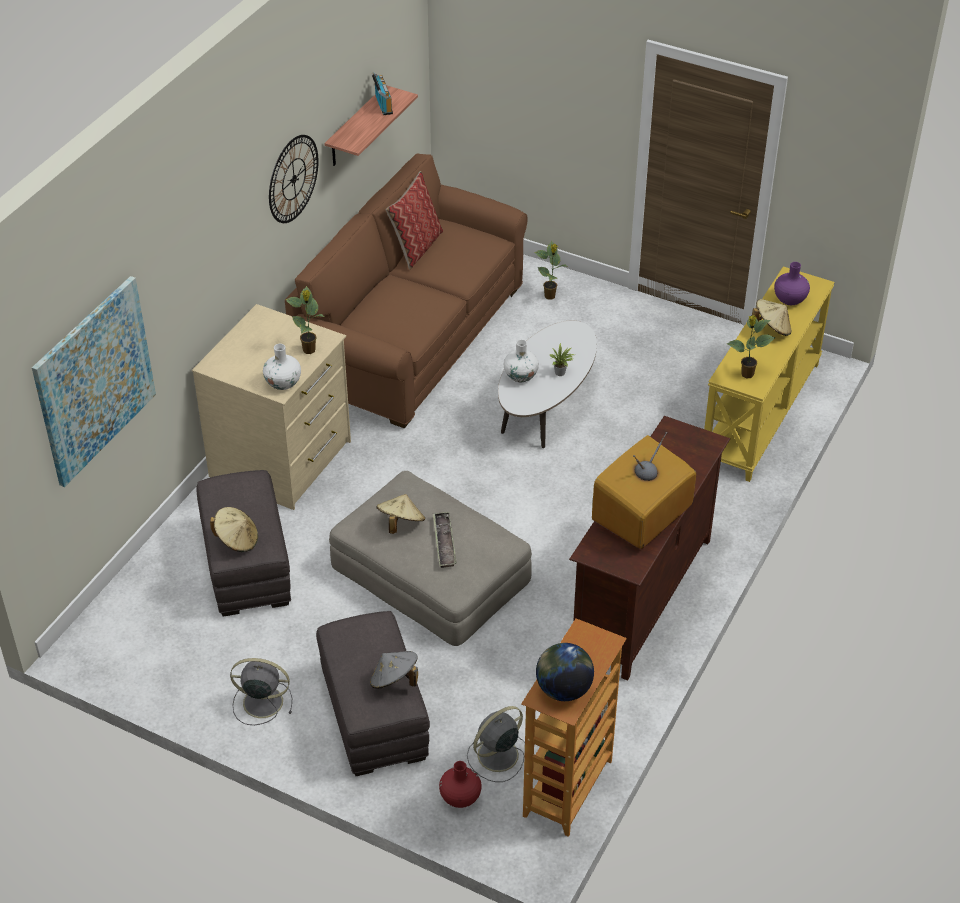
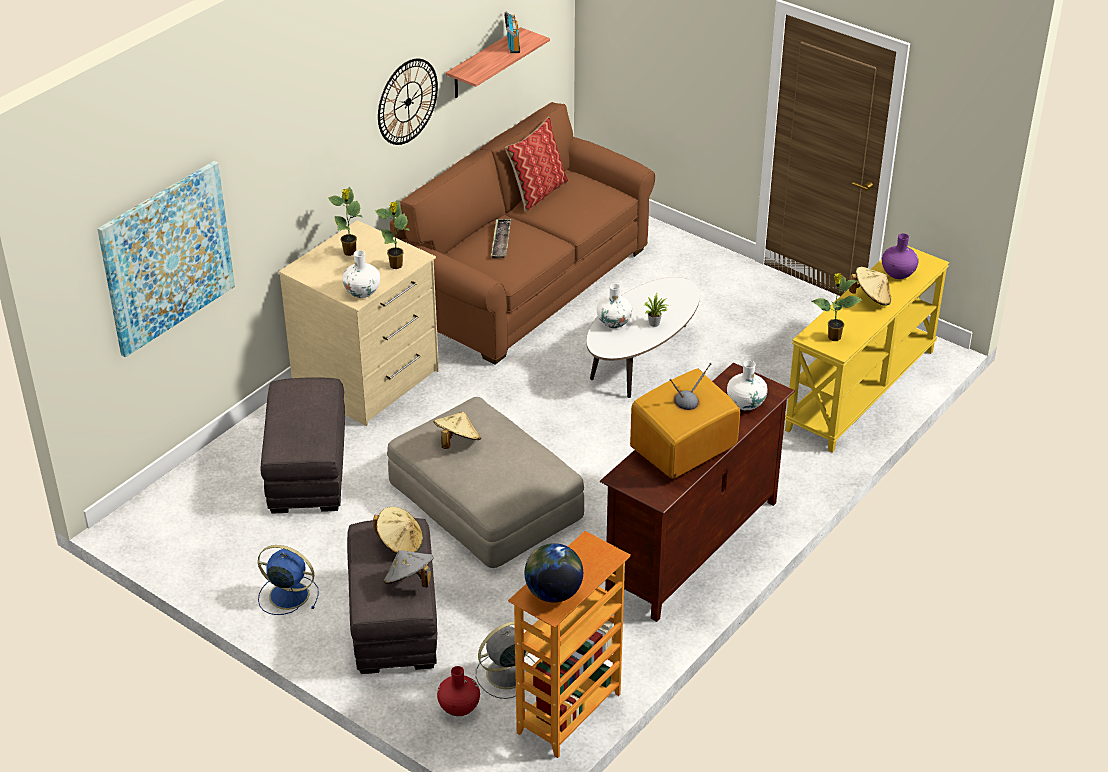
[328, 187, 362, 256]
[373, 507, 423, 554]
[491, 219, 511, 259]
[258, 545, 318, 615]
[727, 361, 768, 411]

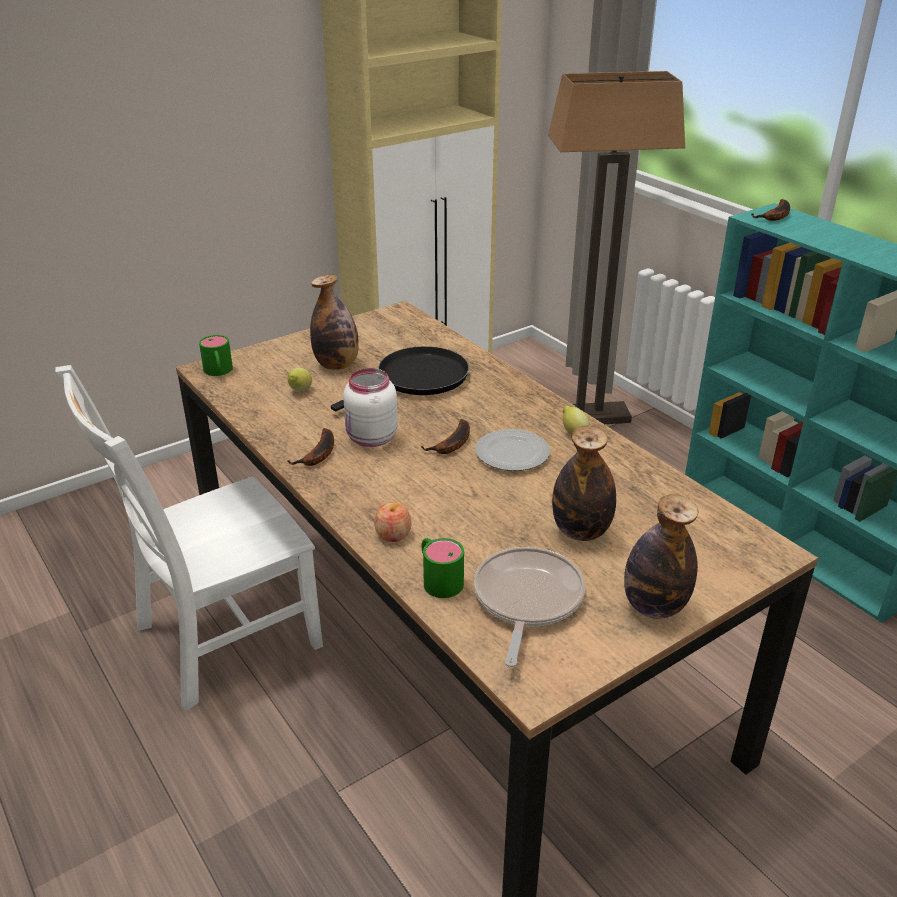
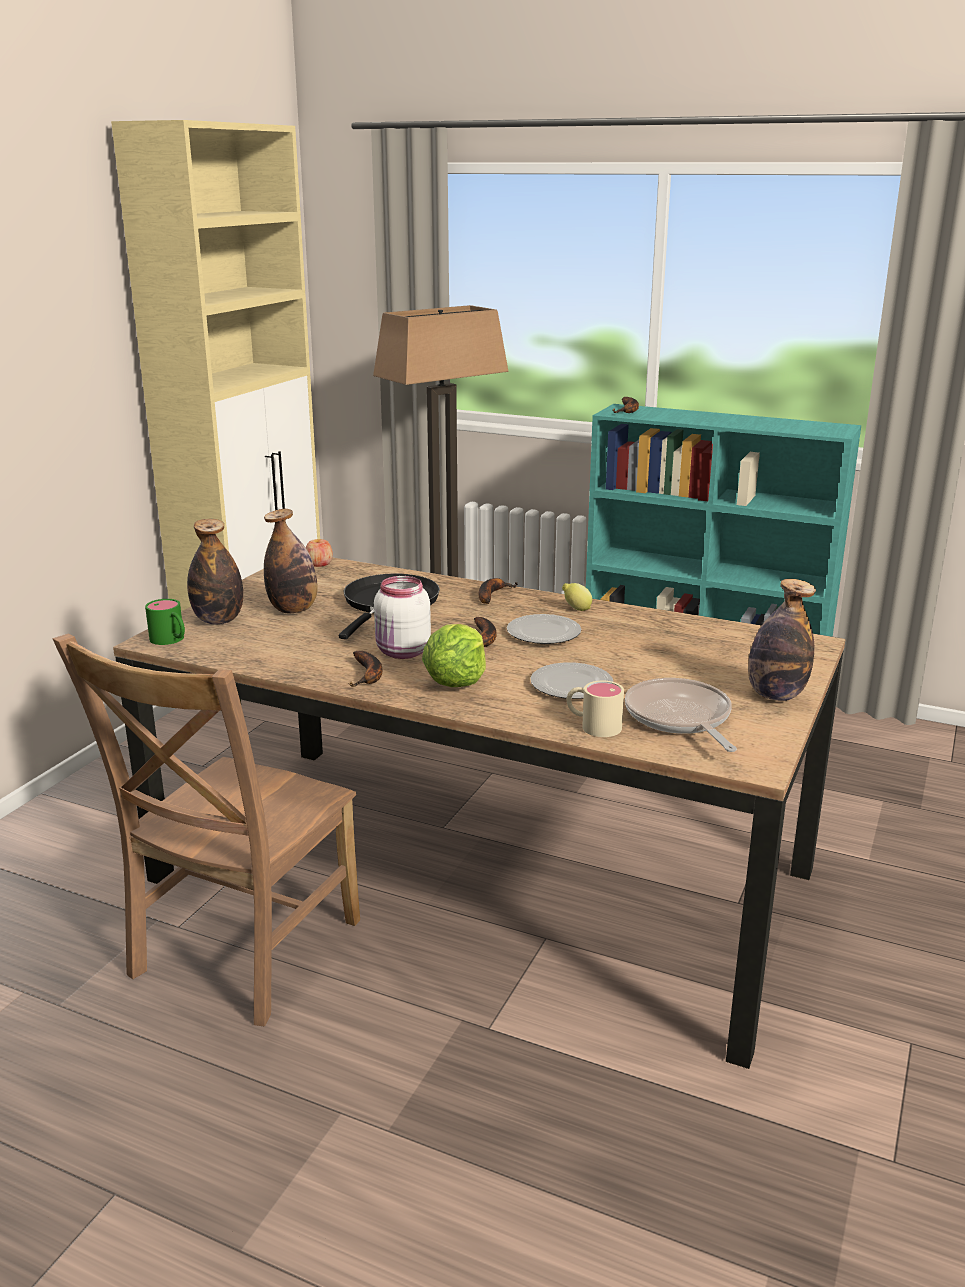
[53, 634, 360, 1026]
[287, 368, 312, 391] (first image)
[187, 519, 243, 625]
[306, 539, 333, 567]
[567, 681, 624, 737]
[479, 578, 517, 604]
[422, 624, 486, 687]
[531, 662, 614, 699]

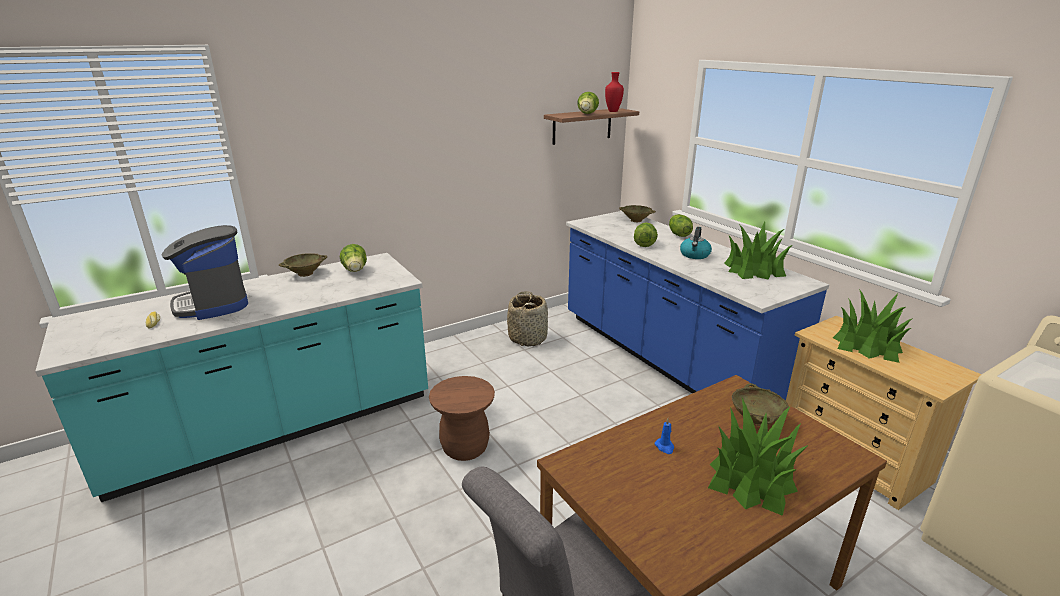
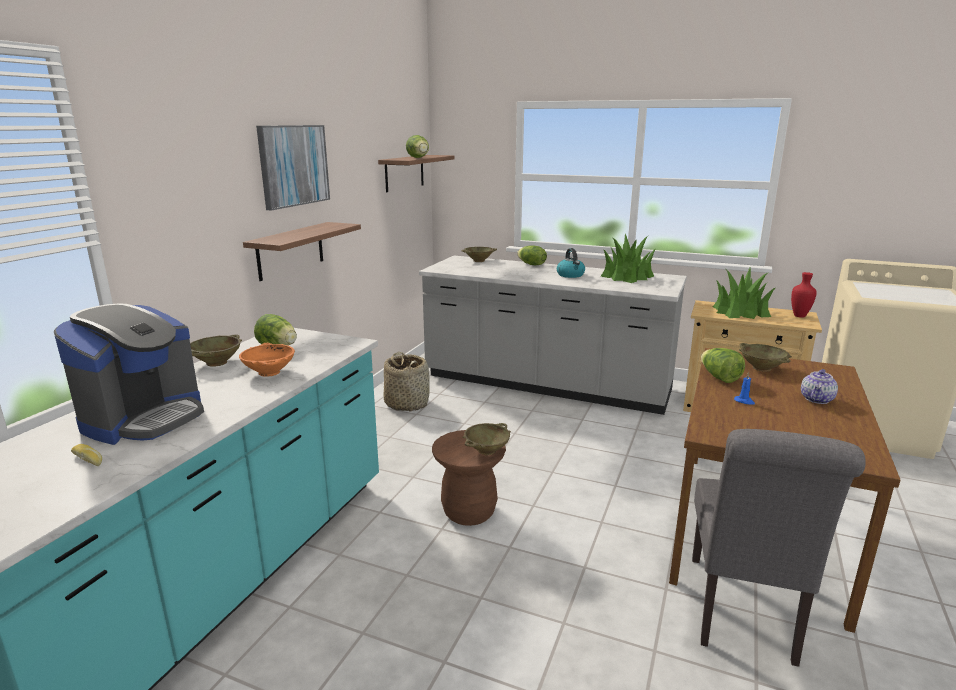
[791, 272, 817, 318]
[419, 256, 687, 415]
[701, 348, 745, 383]
[54, 303, 204, 445]
[801, 369, 838, 404]
[256, 125, 330, 210]
[243, 222, 361, 281]
[239, 343, 295, 377]
[463, 423, 511, 455]

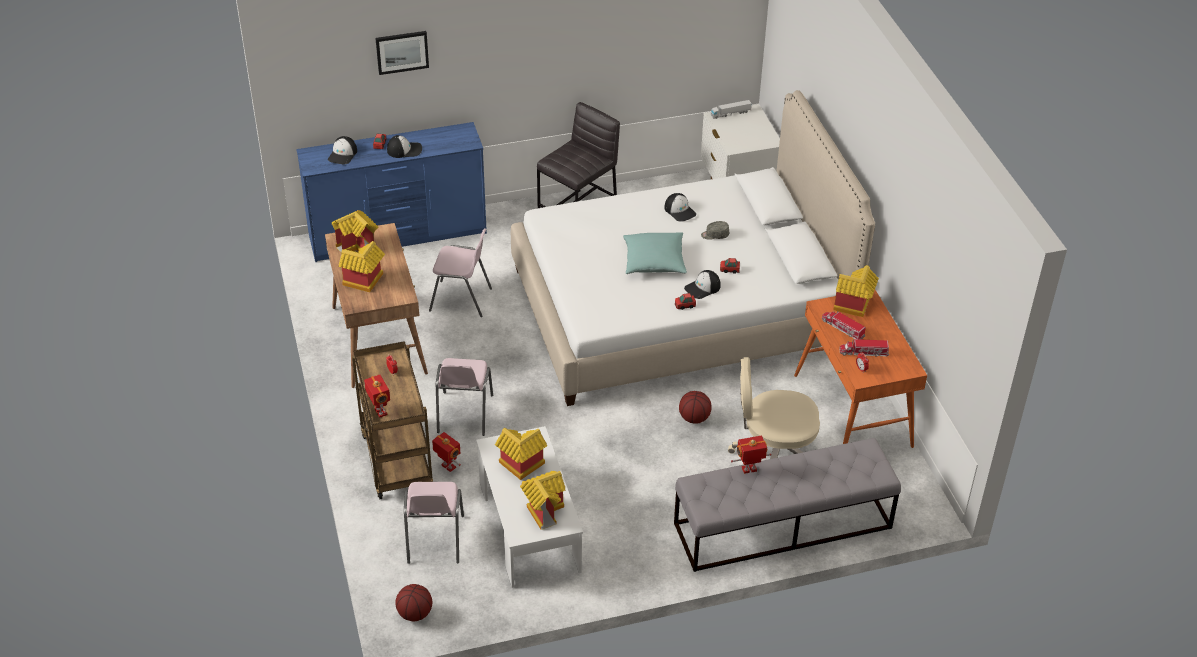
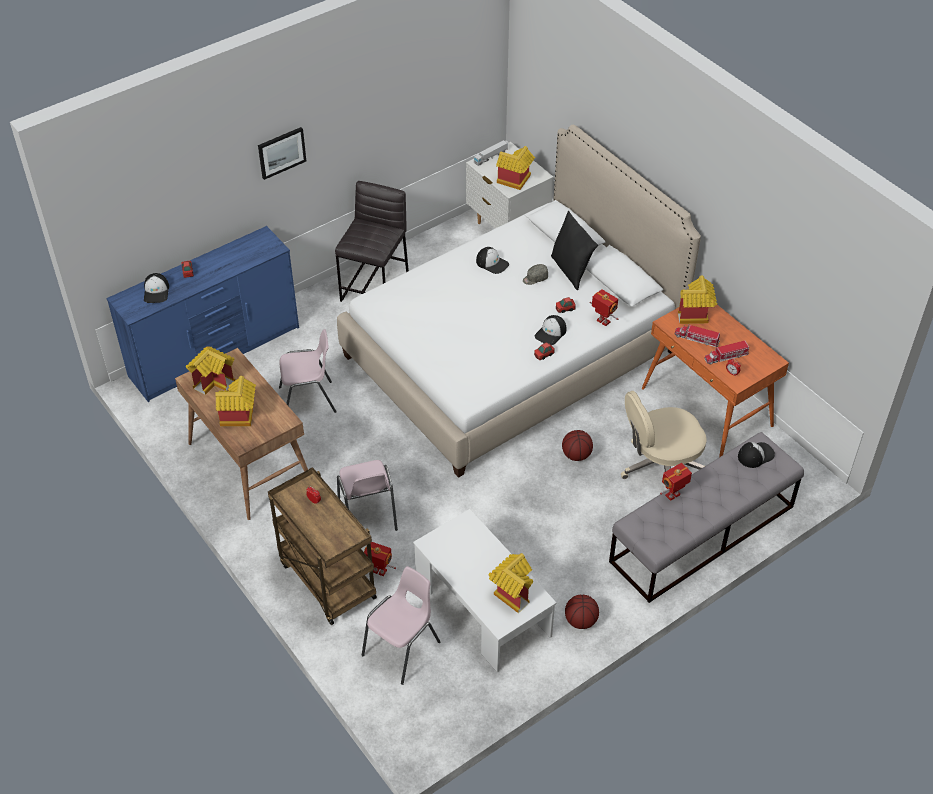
[258, 127, 306, 180]
[738, 442, 775, 468]
[623, 232, 687, 274] (first image)
[590, 289, 618, 326]
[496, 146, 535, 190]
[362, 566, 441, 685]
[565, 595, 599, 629]
[551, 210, 598, 290]

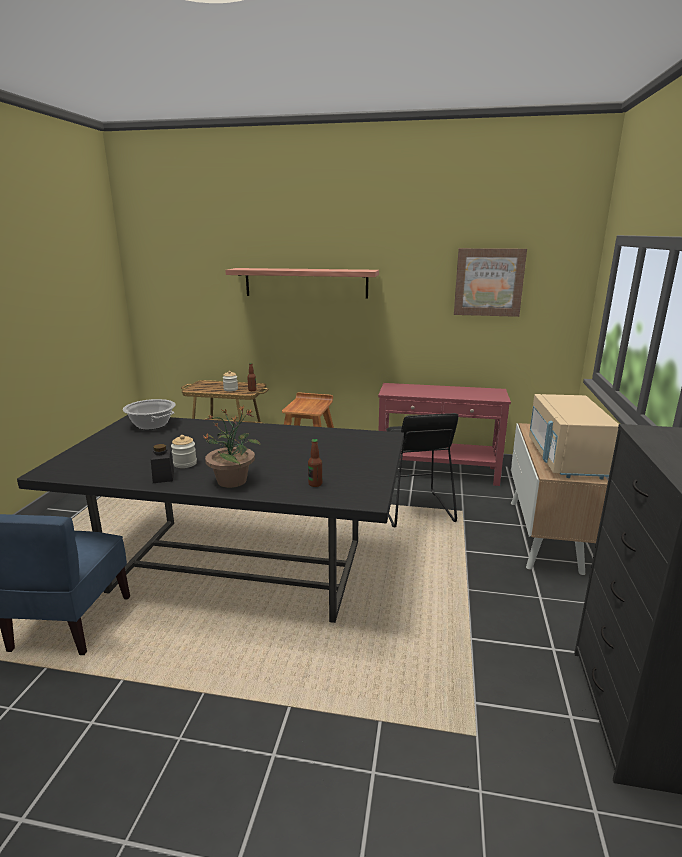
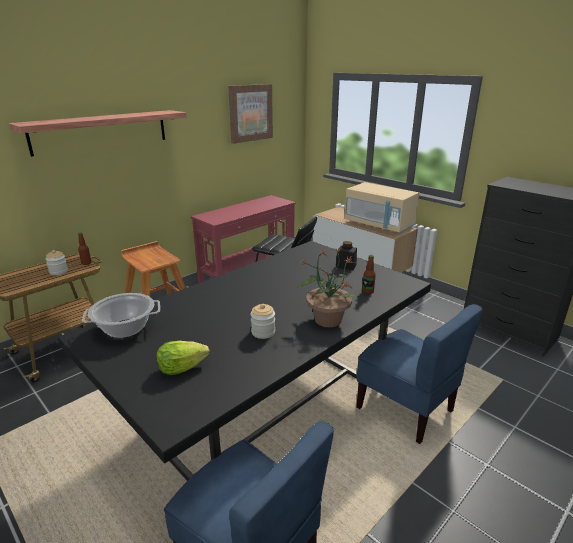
[336, 241, 357, 270]
[356, 304, 483, 444]
[157, 341, 209, 375]

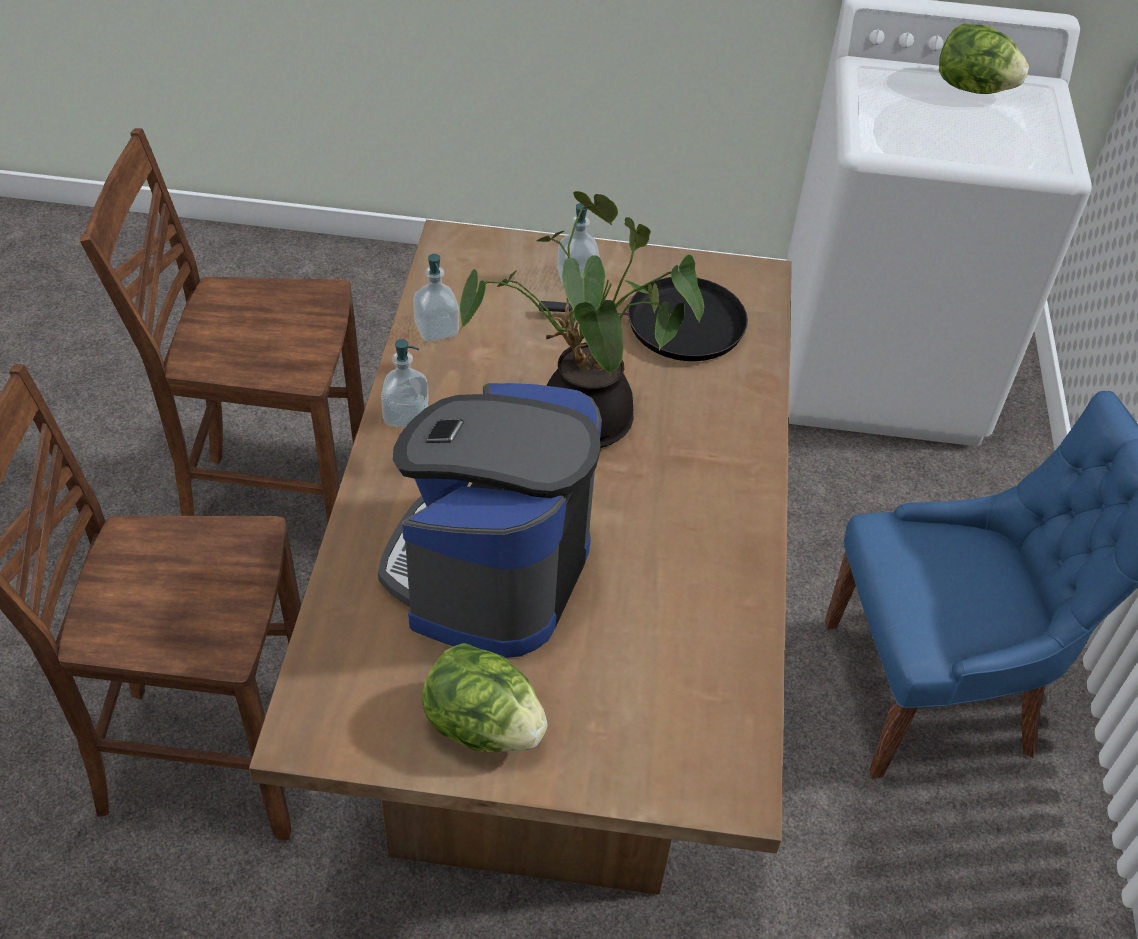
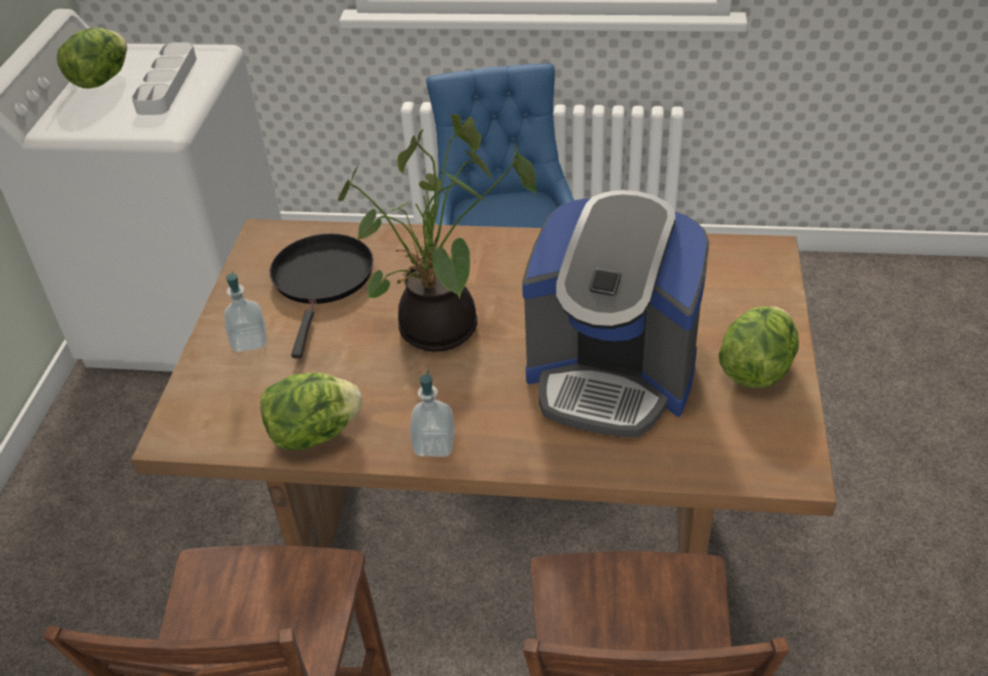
[260, 373, 363, 451]
[132, 42, 197, 115]

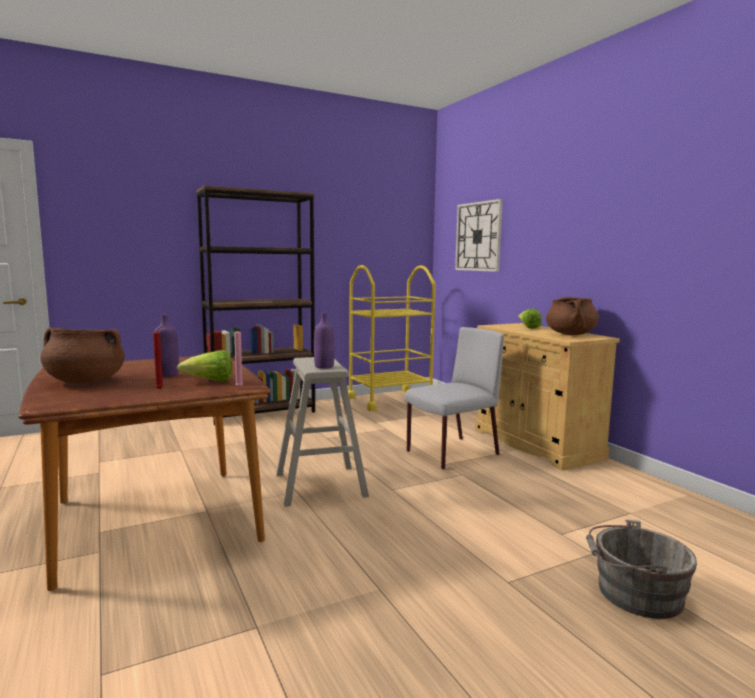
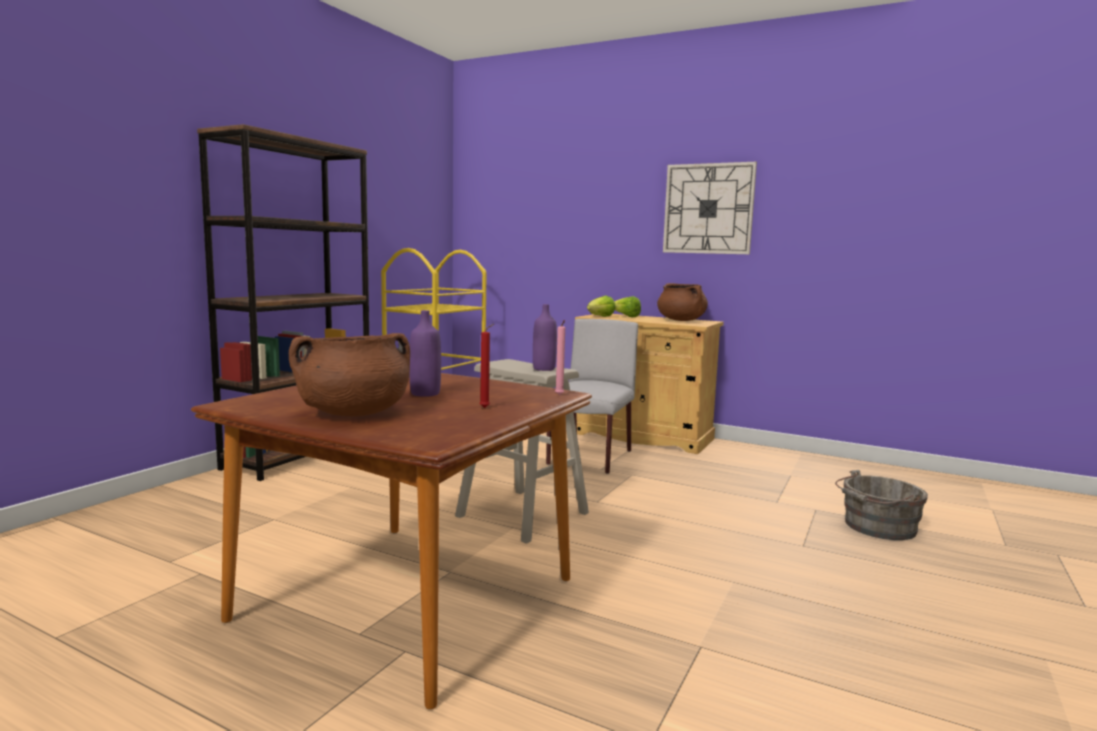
[663, 162, 757, 254]
[587, 295, 616, 317]

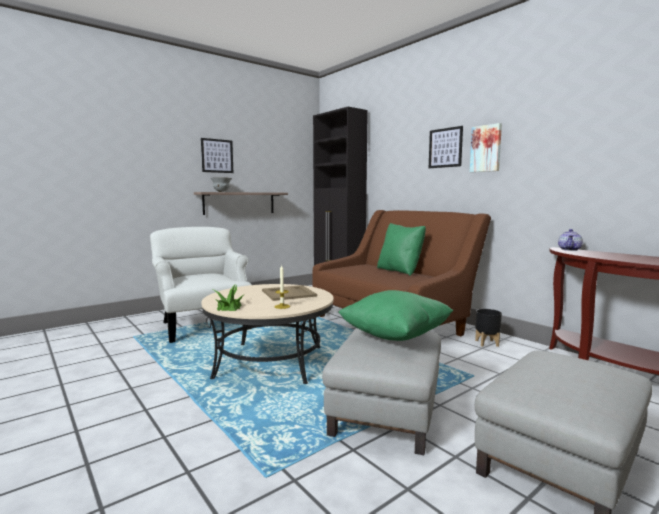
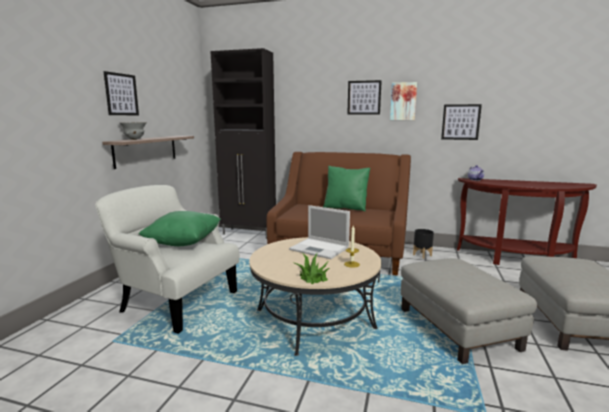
[289, 205, 350, 259]
[138, 211, 221, 246]
[441, 104, 482, 140]

